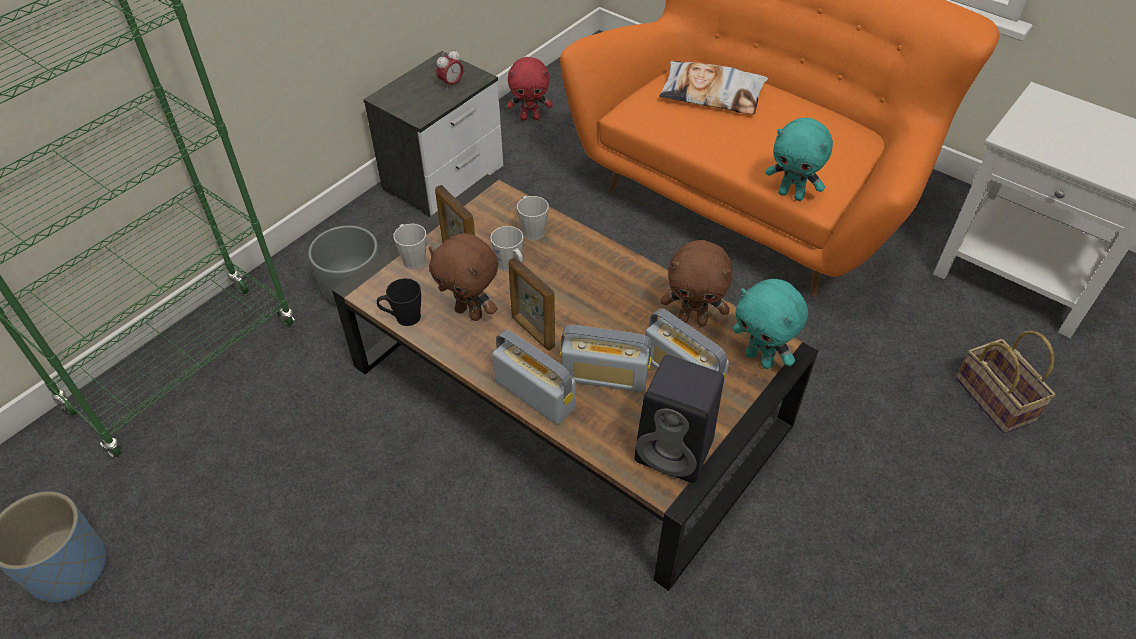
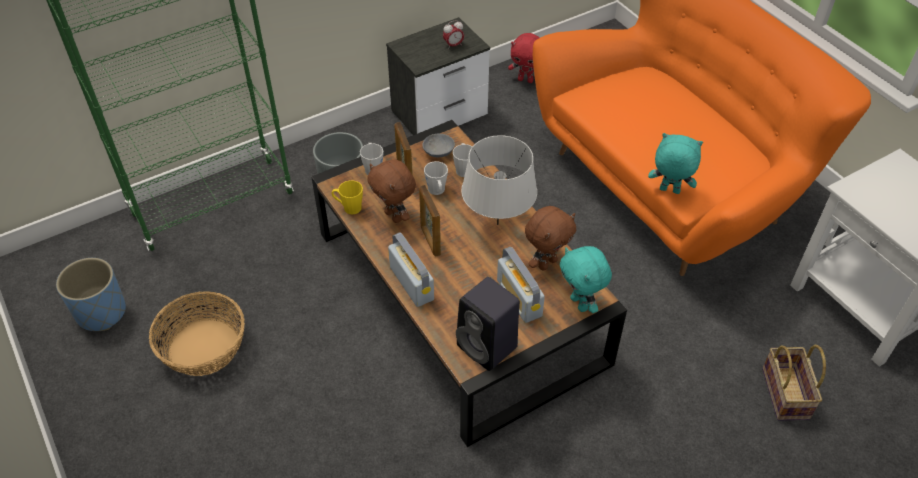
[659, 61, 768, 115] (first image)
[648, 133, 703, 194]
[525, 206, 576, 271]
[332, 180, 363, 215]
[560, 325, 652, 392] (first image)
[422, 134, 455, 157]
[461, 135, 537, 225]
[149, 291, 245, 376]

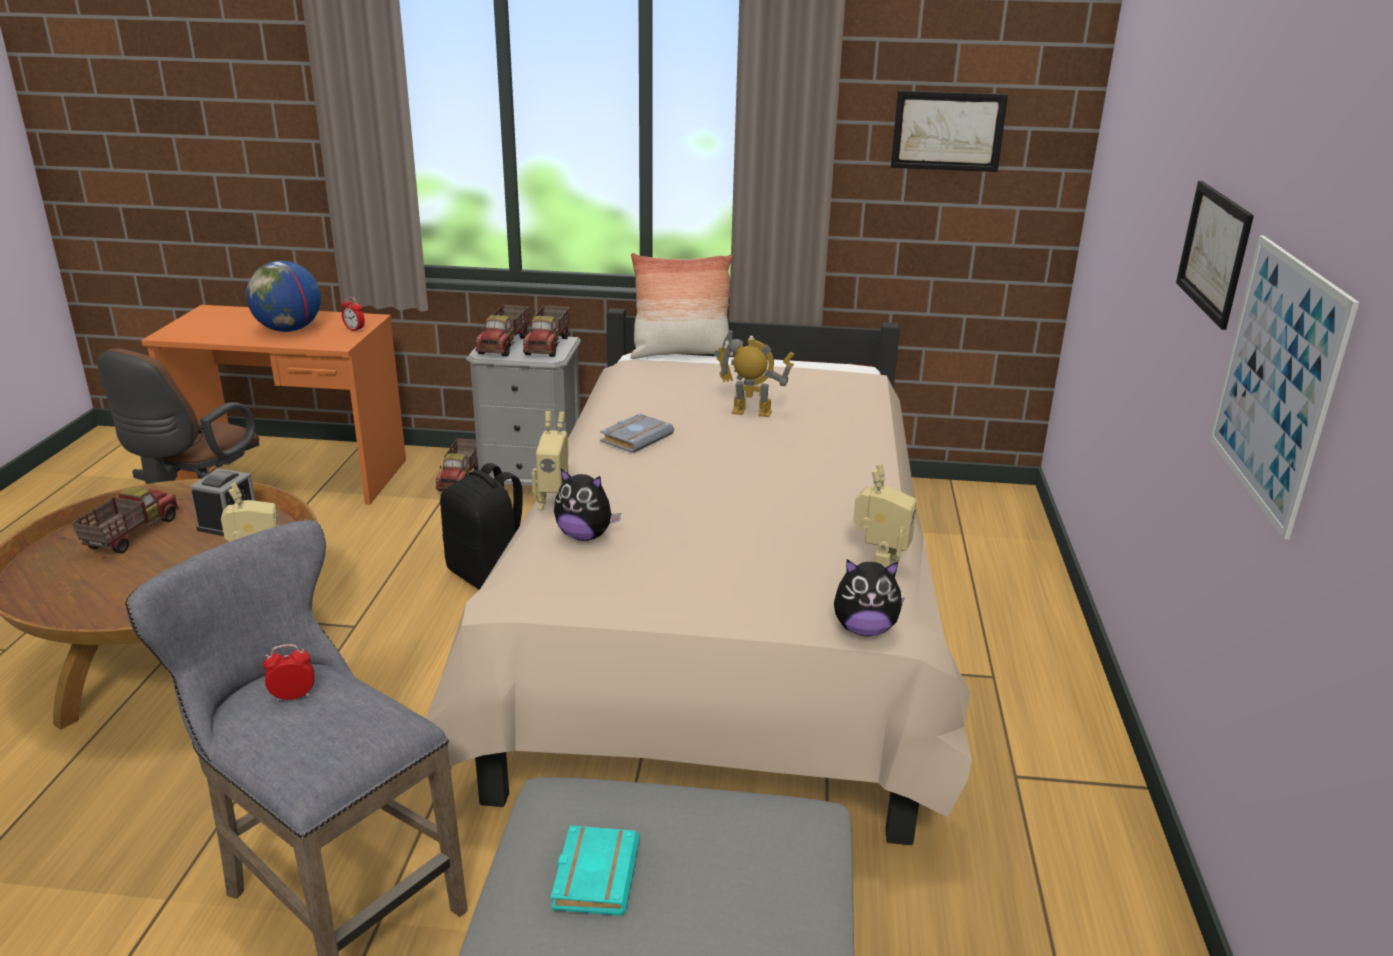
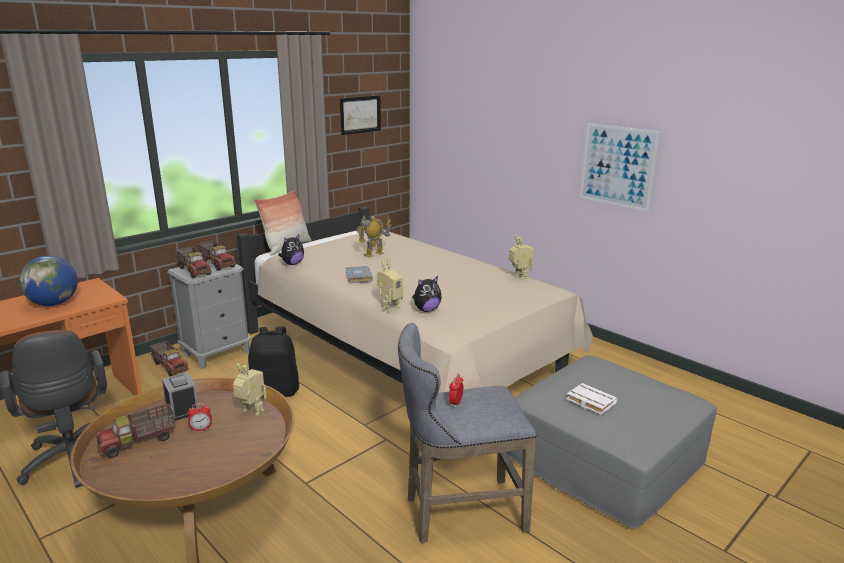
[1176, 181, 1254, 330] (first image)
[188, 403, 212, 432]
[95, 403, 175, 458]
[279, 234, 304, 265]
[566, 383, 617, 415]

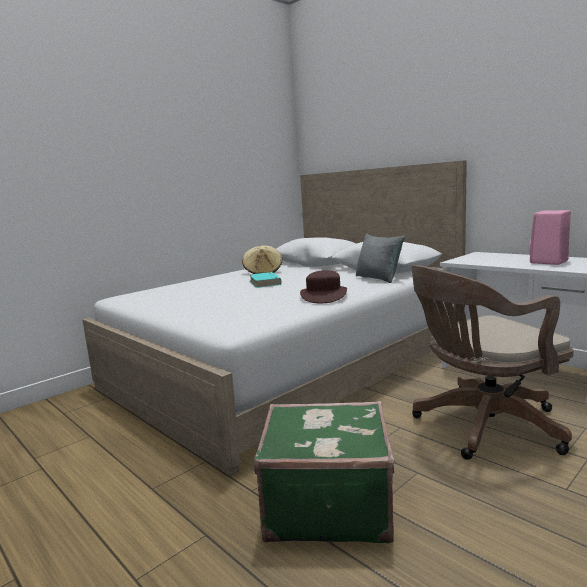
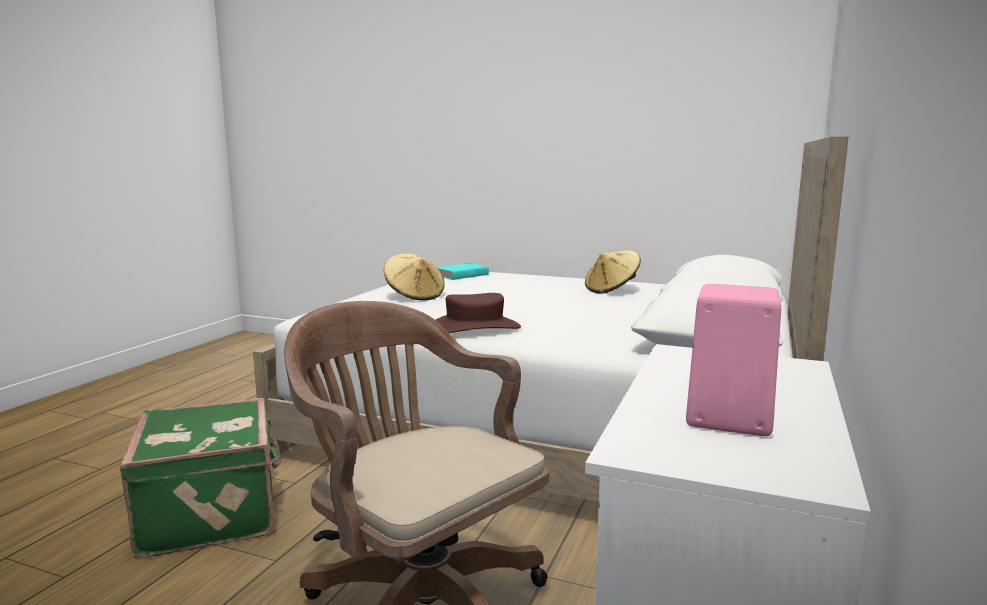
[356, 233, 405, 283] (first image)
[437, 263, 489, 280]
[384, 254, 445, 301]

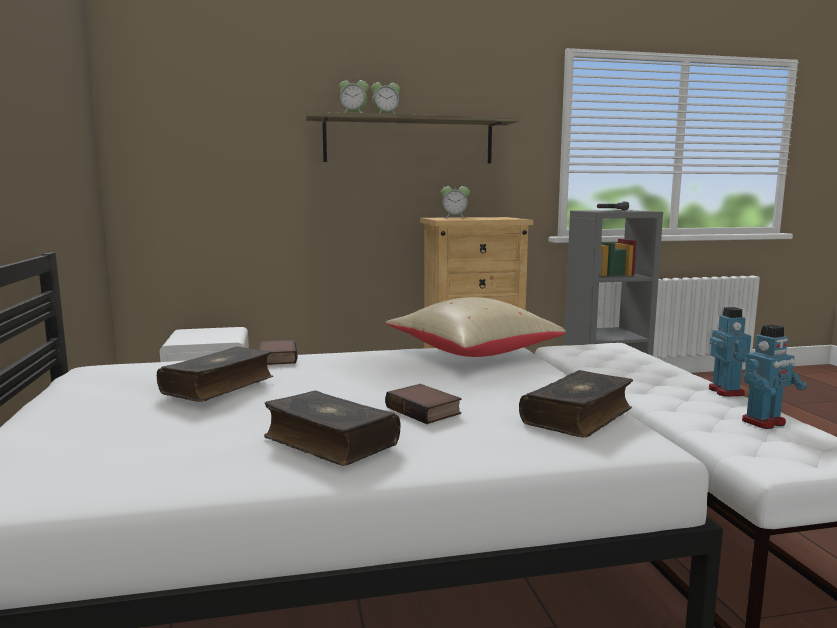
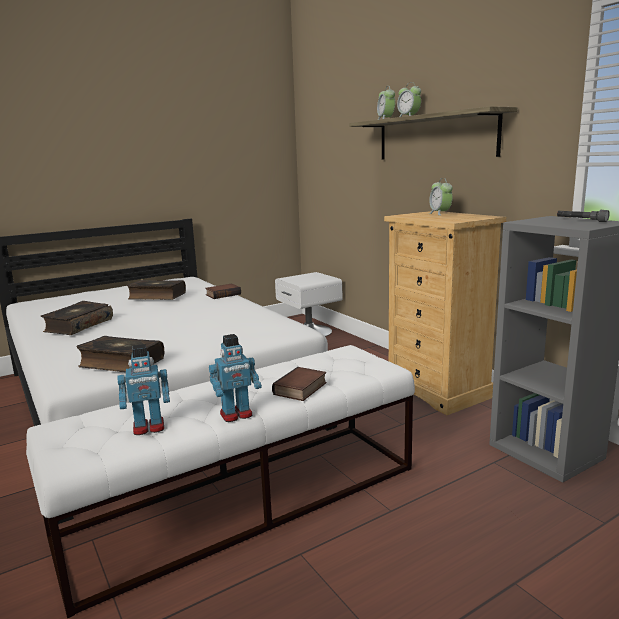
[386, 297, 566, 357] (first image)
[117, 344, 170, 435]
[272, 367, 327, 401]

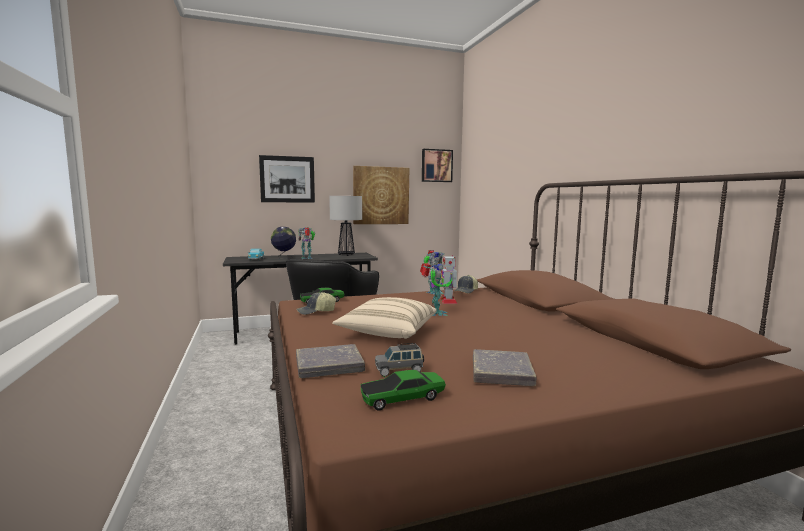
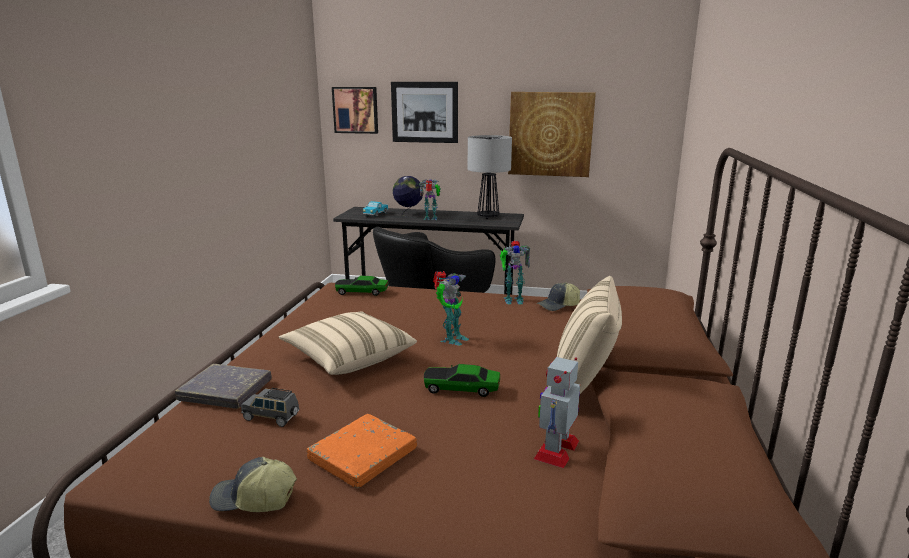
[332, 87, 378, 134]
[534, 357, 580, 468]
[209, 457, 297, 512]
[306, 414, 417, 488]
[424, 364, 500, 397]
[557, 276, 622, 394]

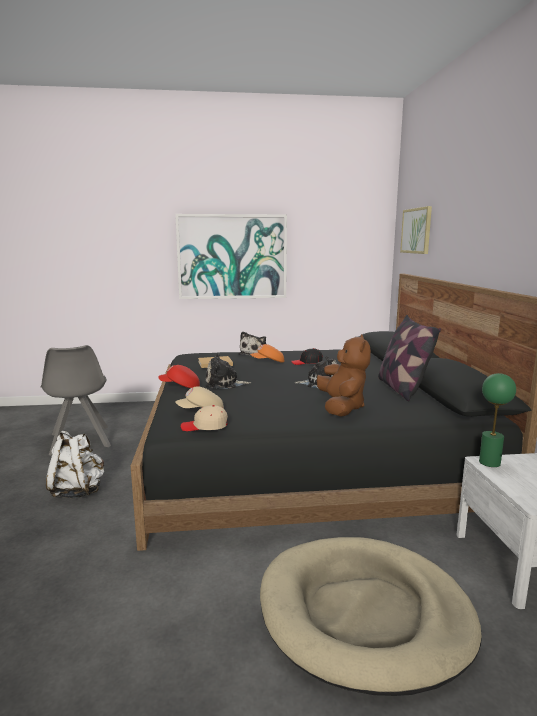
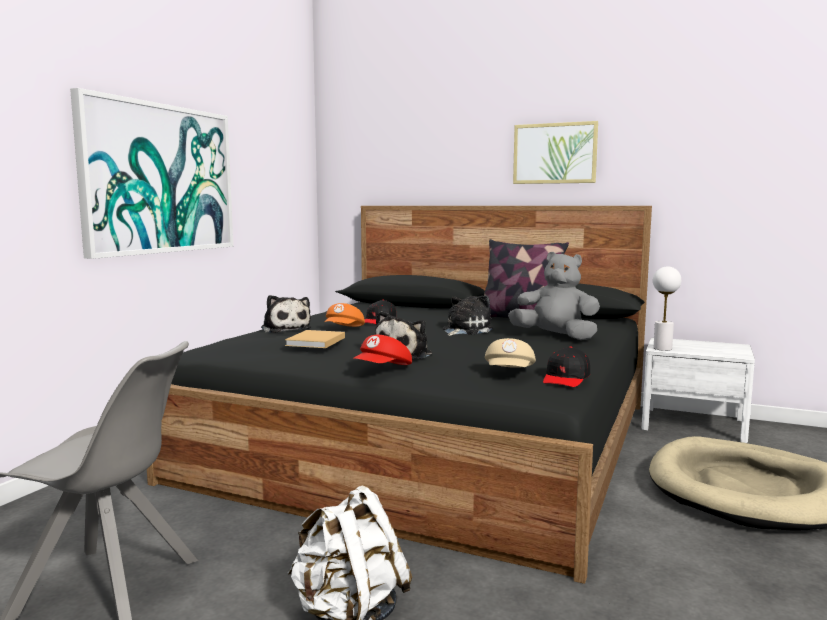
[513, 121, 598, 184]
[508, 252, 600, 340]
[653, 266, 681, 351]
[543, 346, 590, 387]

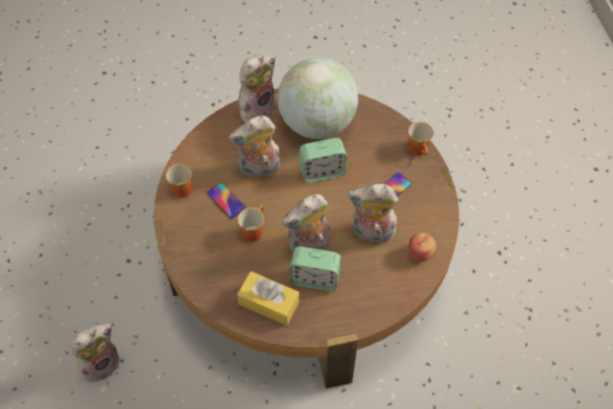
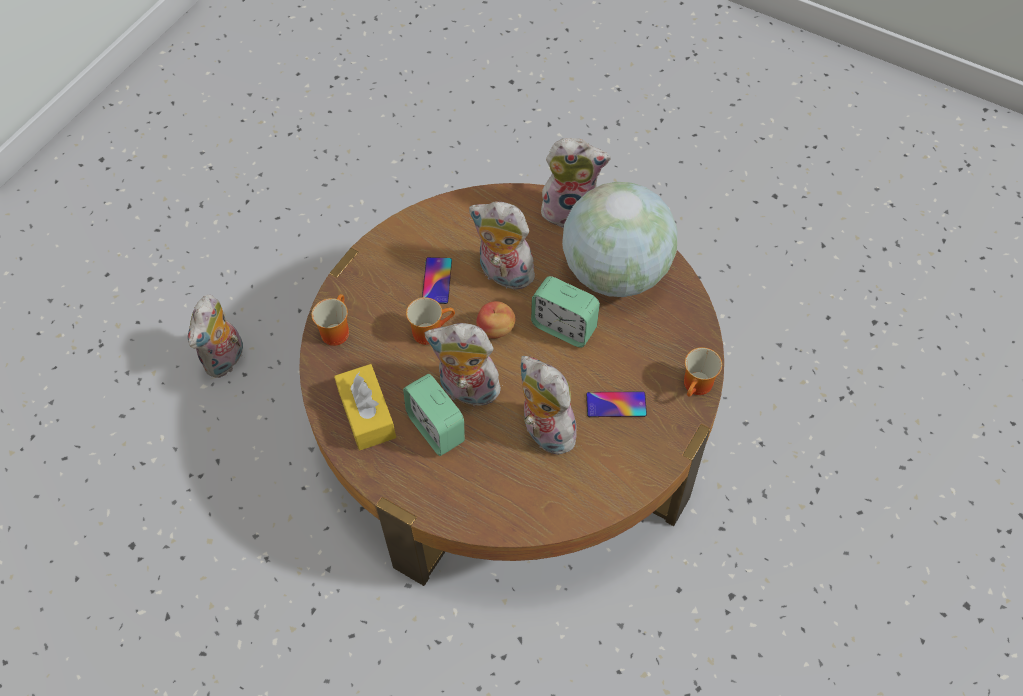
[311, 294, 349, 346]
[476, 301, 515, 339]
[188, 295, 245, 378]

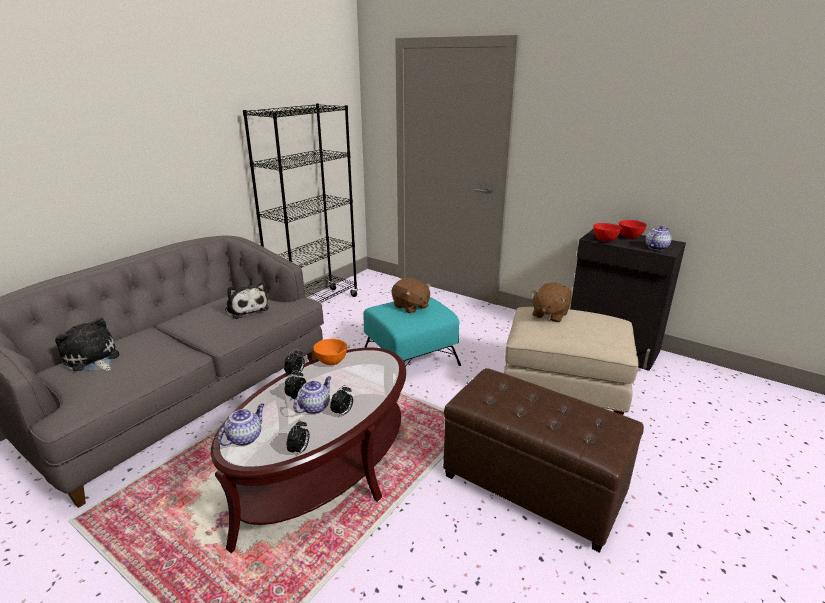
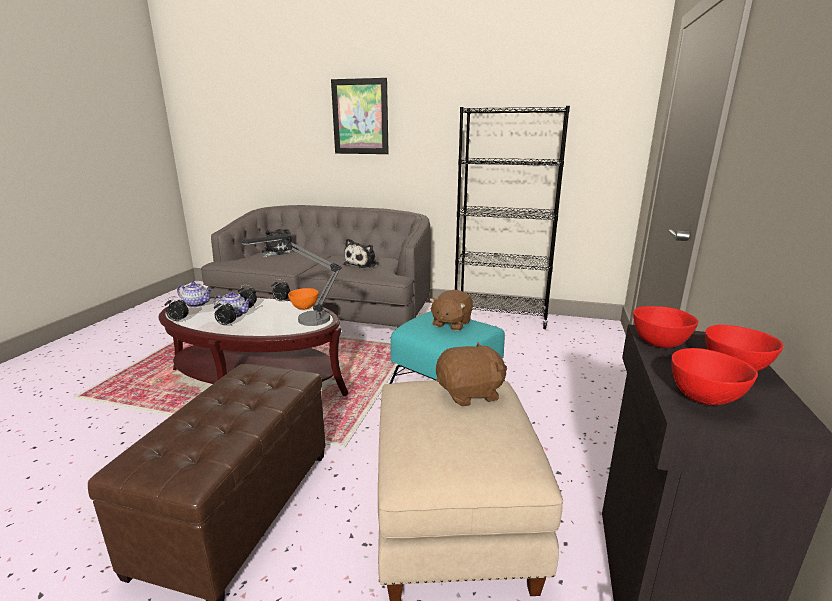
[671, 348, 758, 405]
[436, 342, 507, 406]
[331, 78, 389, 154]
[241, 234, 342, 326]

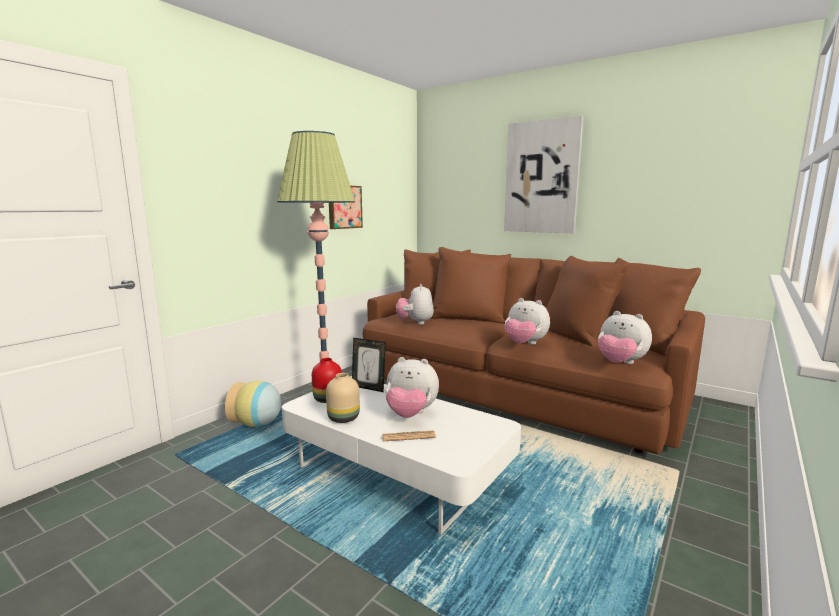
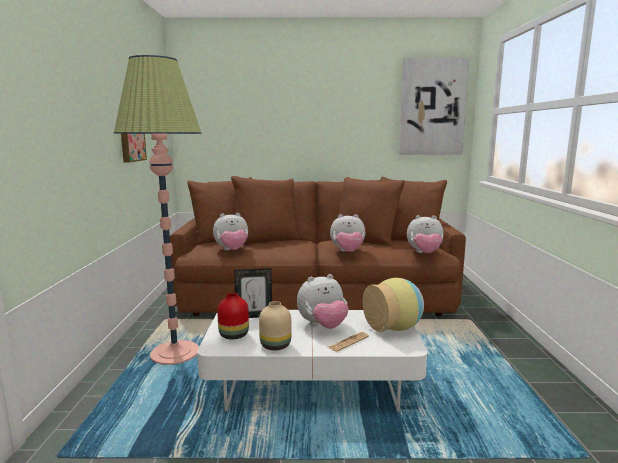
[399, 57, 469, 155]
[213, 213, 248, 250]
[363, 278, 424, 332]

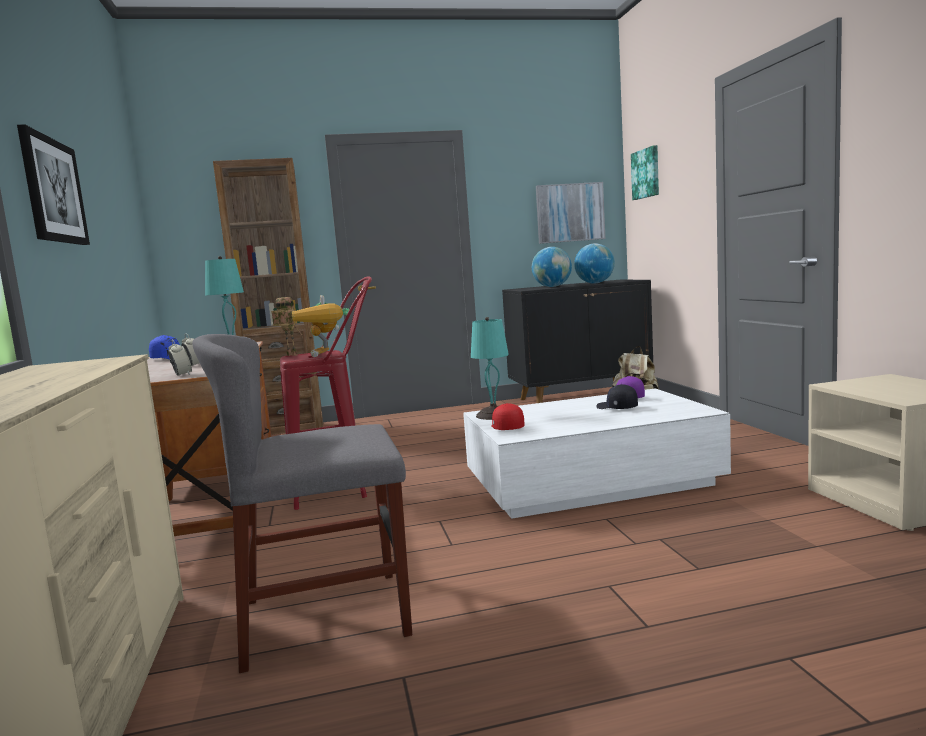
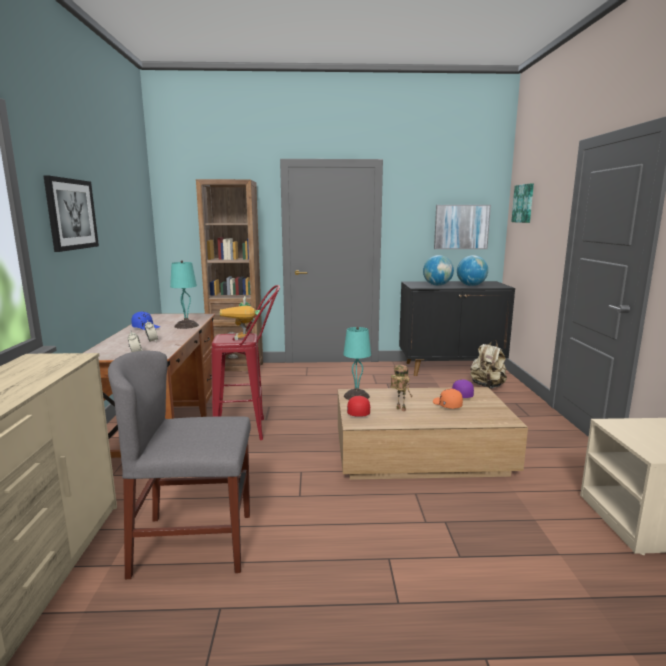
[390, 365, 412, 411]
[433, 389, 463, 409]
[338, 387, 528, 480]

